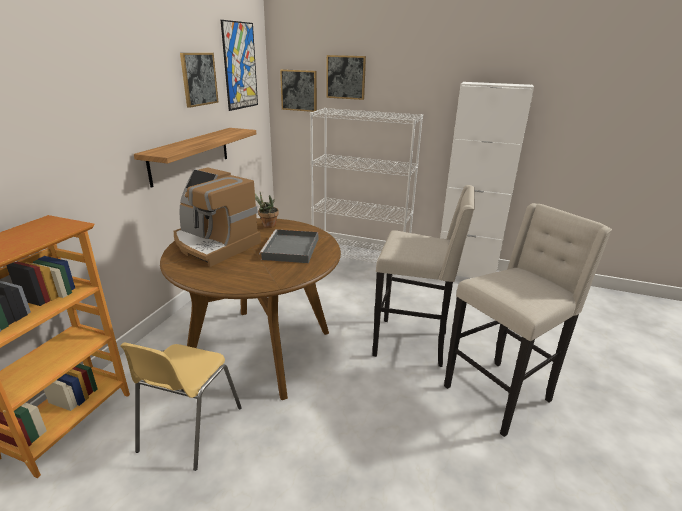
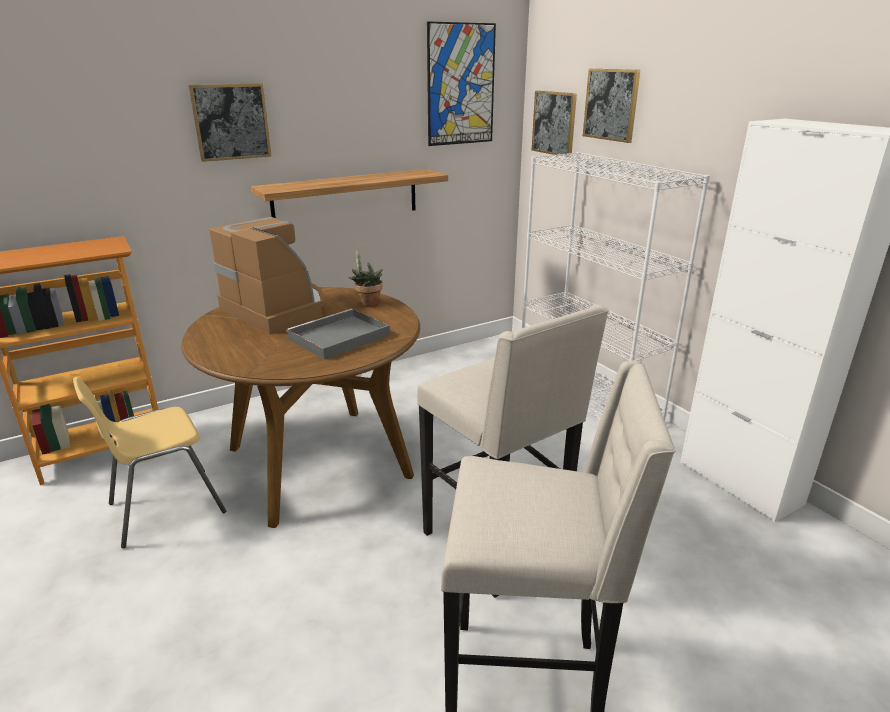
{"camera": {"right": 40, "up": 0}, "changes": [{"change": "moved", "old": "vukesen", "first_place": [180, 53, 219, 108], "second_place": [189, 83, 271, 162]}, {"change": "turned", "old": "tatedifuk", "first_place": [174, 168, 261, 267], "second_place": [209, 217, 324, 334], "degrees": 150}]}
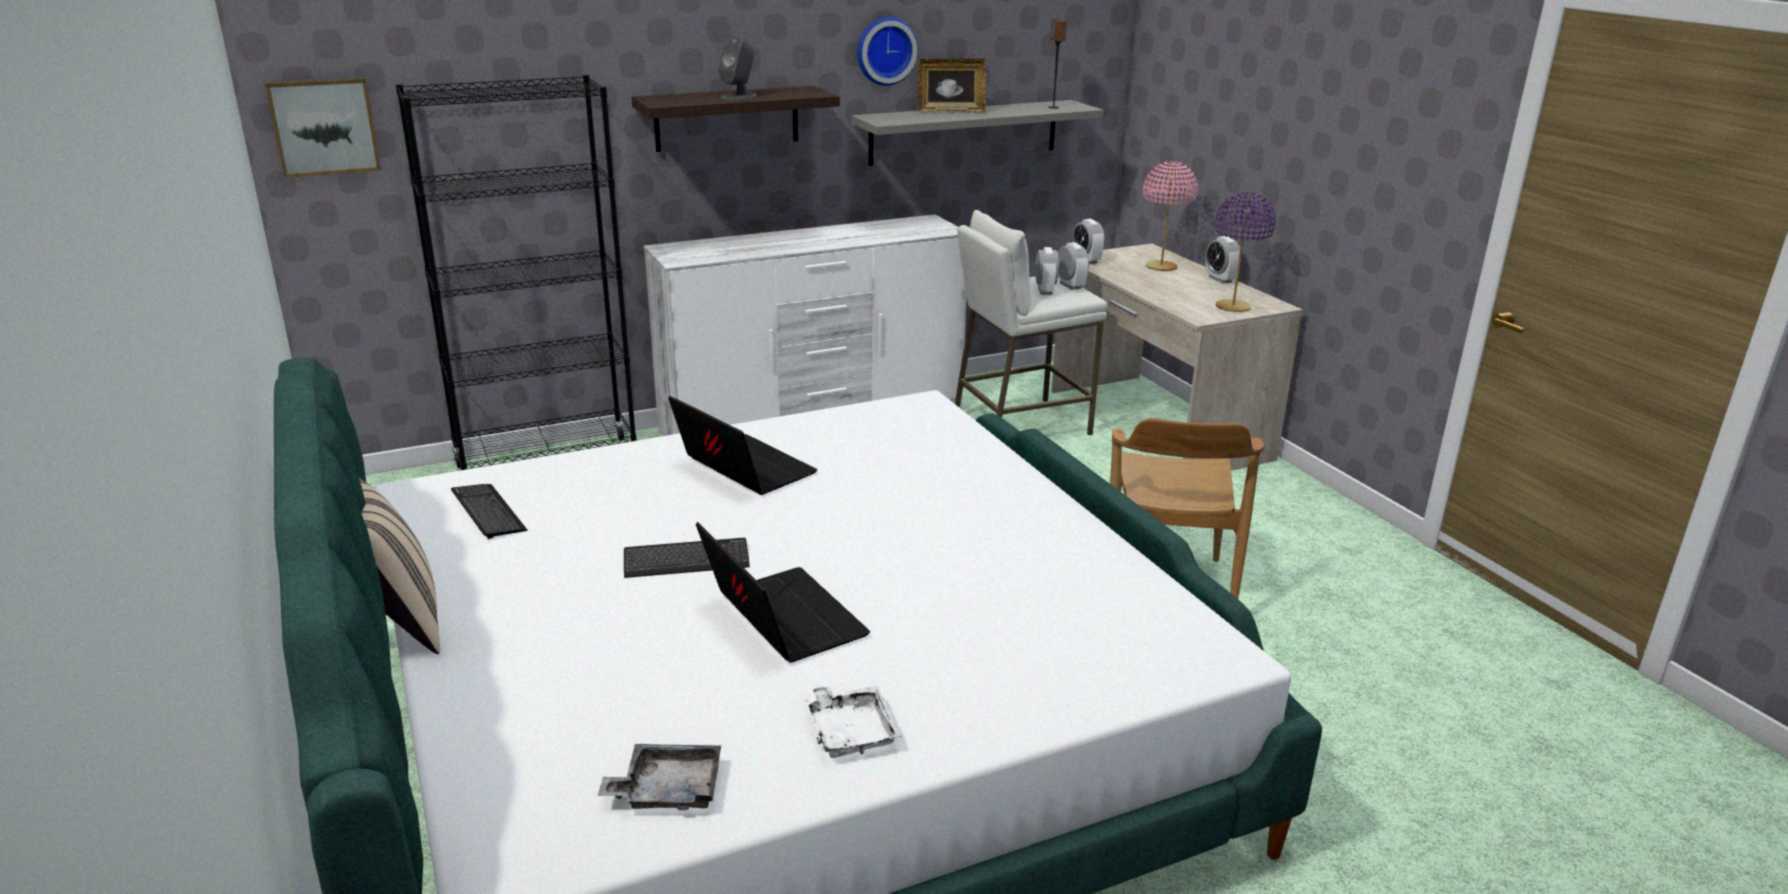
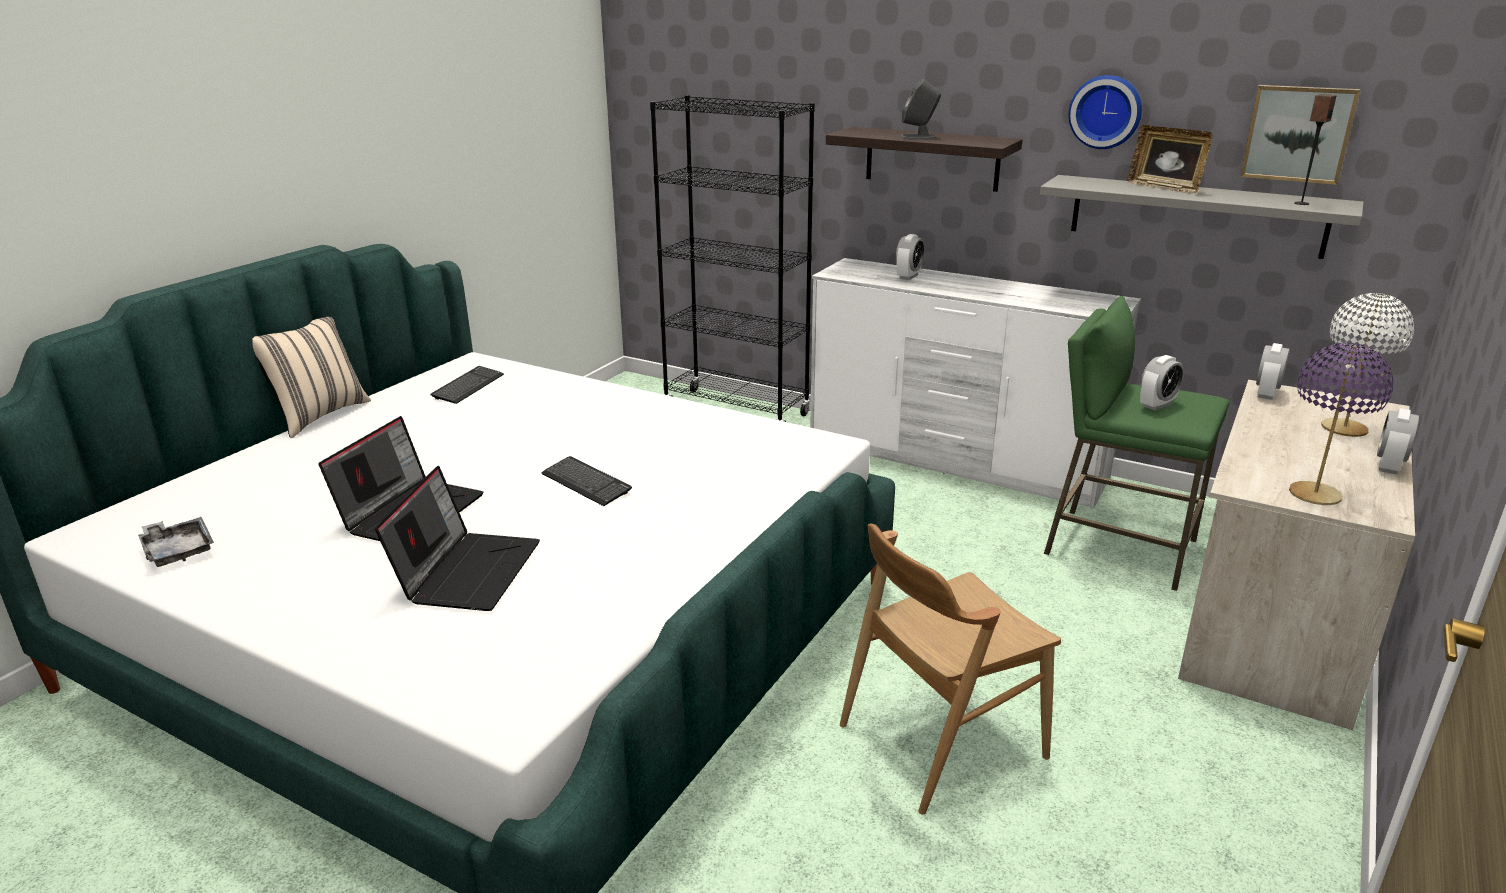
{"camera": {"right": 55, "up": 0}, "changes": [{"change": "moved", "old": "vukesen", "first_place": [265, 77, 381, 178], "second_place": [1240, 85, 1360, 185]}, {"change": "recoloured", "old": "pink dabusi", "new": "white dabusi", "first_place": [1143, 161, 1198, 271], "second_place": [1322, 293, 1414, 437]}, {"change": "recoloured", "old": "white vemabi", "new": "green vemabi", "first_place": [955, 210, 1107, 435], "second_place": [1044, 296, 1229, 591]}, {"change": "moved", "old": "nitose", "first_place": [1058, 242, 1089, 290], "second_place": [896, 234, 925, 280]}, {"change": "moved", "old": "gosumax", "first_place": [668, 396, 817, 495], "second_place": [375, 466, 540, 611]}, {"change": "moved", "old": "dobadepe", "first_place": [624, 538, 750, 578], "second_place": [542, 456, 632, 506]}, {"change": "removed", "old": "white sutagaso", "first_place": [804, 682, 901, 758]}]}
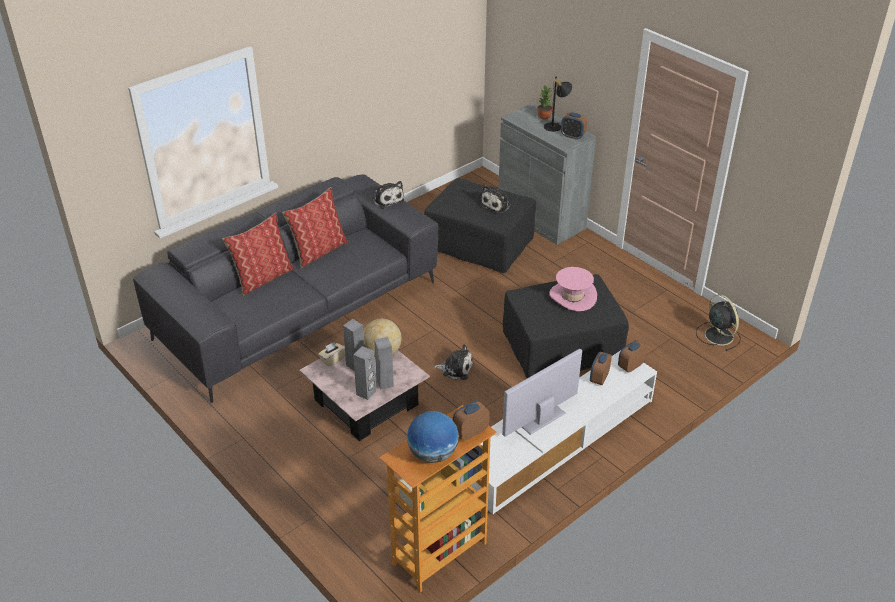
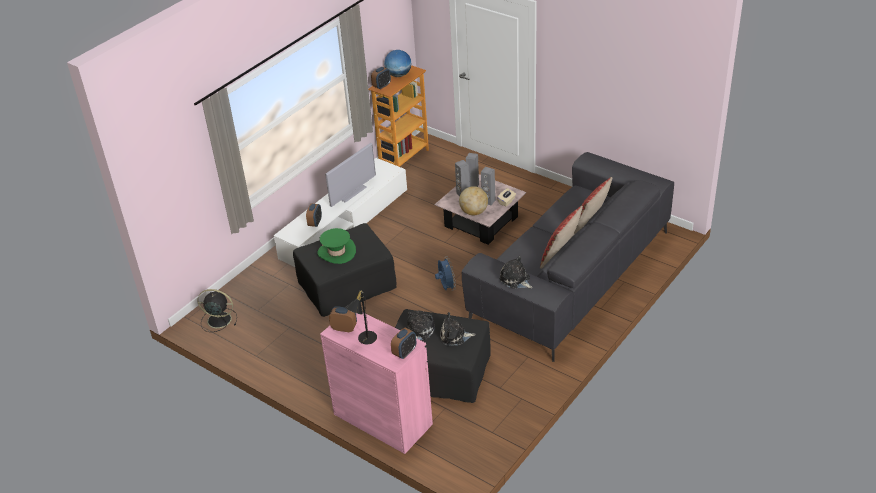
{"camera": {"right": 170, "up": 0}, "changes": [{"change": "removed", "old": "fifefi", "first_place": [537, 86, 553, 119]}, {"change": "recoloured", "old": "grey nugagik", "new": "pink nugagik", "first_place": [498, 103, 596, 245], "second_place": [320, 313, 433, 454]}, {"change": "recoloured", "old": "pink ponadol", "new": "green ponadol", "first_place": [549, 267, 597, 311], "second_place": [318, 228, 356, 264]}, {"change": "turned", "old": "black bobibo", "first_place": [696, 294, 741, 351], "second_place": [197, 289, 237, 332], "degrees": 135}, {"change": "moved", "old": "nitose", "first_place": [618, 340, 647, 373], "second_place": [391, 328, 416, 359]}, {"change": "moved", "old": "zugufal", "first_place": [433, 344, 473, 380], "second_place": [440, 312, 476, 346]}, {"change": "added", "new": "blue bobibo", "second_place": [435, 256, 456, 291]}]}
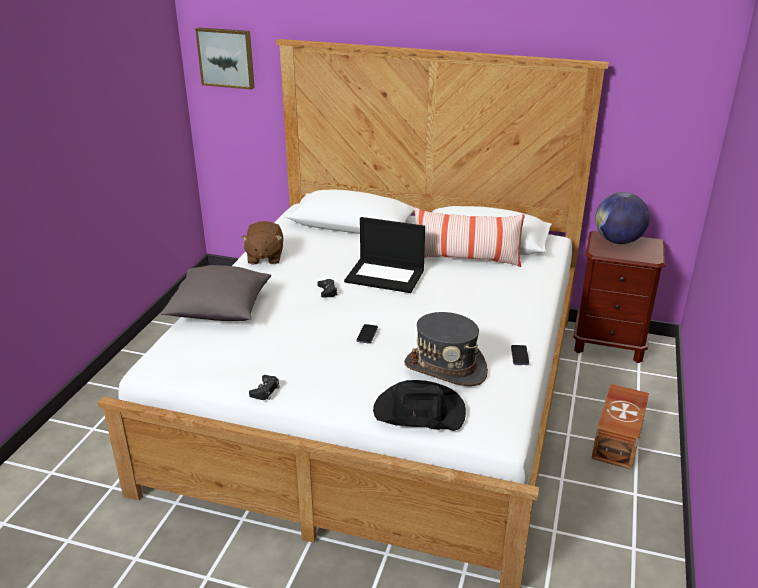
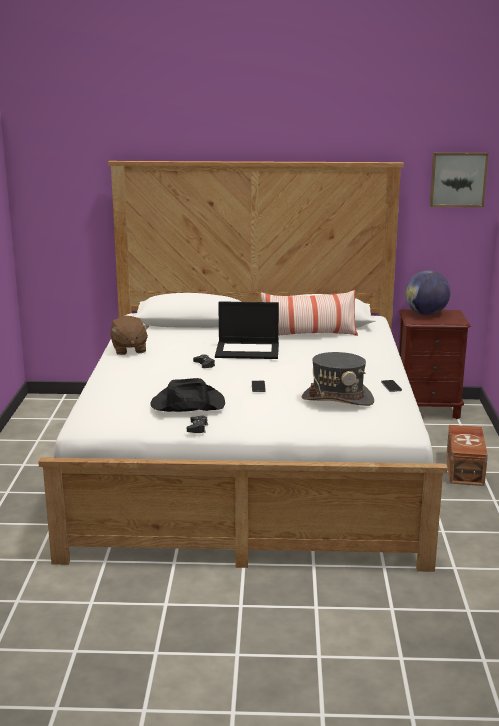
{"camera": {"right": -15, "up": -10}, "changes": [{"change": "moved", "old": "vukesen", "first_place": [195, 27, 255, 90], "second_place": [430, 152, 489, 207]}, {"change": "removed", "old": "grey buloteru", "first_place": [160, 265, 271, 321]}, {"change": "moved", "old": "black ponadol", "first_place": [373, 380, 466, 431], "second_place": [150, 378, 225, 412]}]}
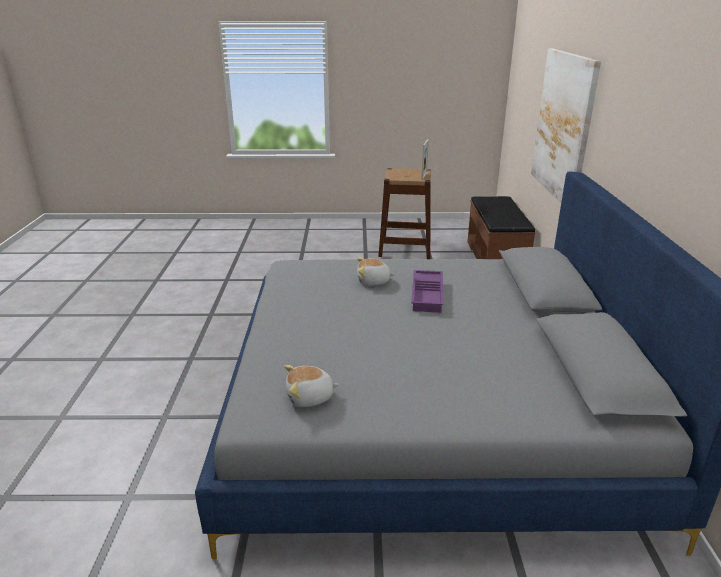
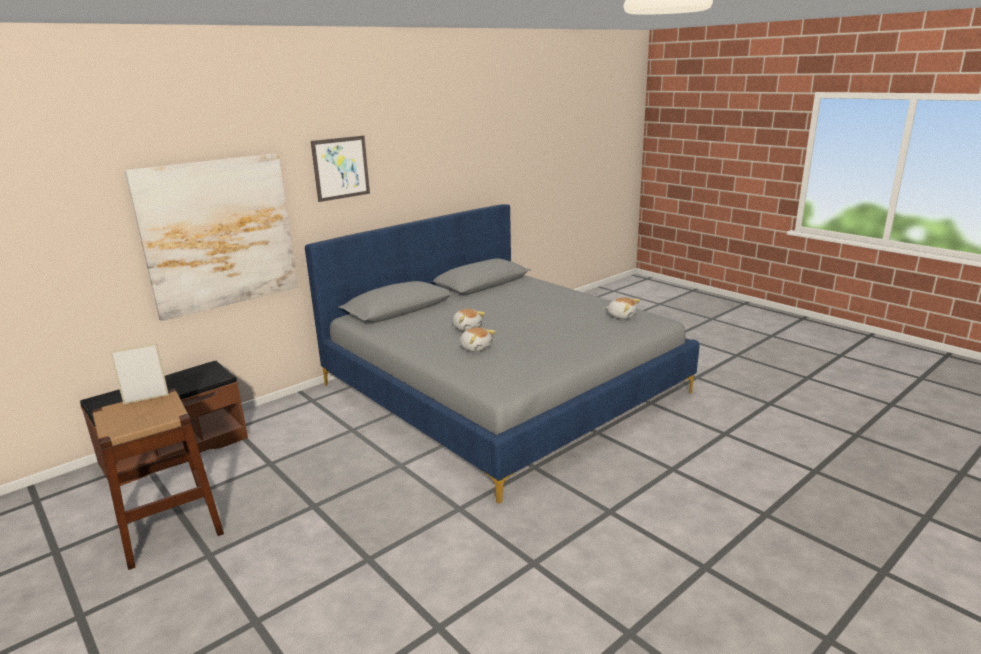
{"camera": {"right": -130, "up": -5}, "changes": [{"change": "replaced", "old": "purple sutagaso", "new": "zugufal", "first_place": [411, 270, 444, 313], "second_place": [452, 309, 485, 331]}, {"change": "added", "new": "vukesen", "second_place": [311, 135, 370, 202]}]}
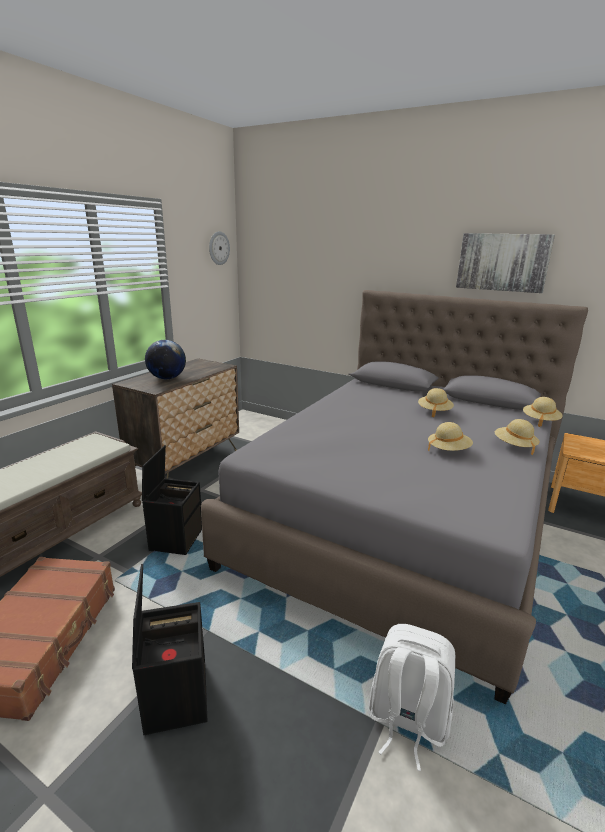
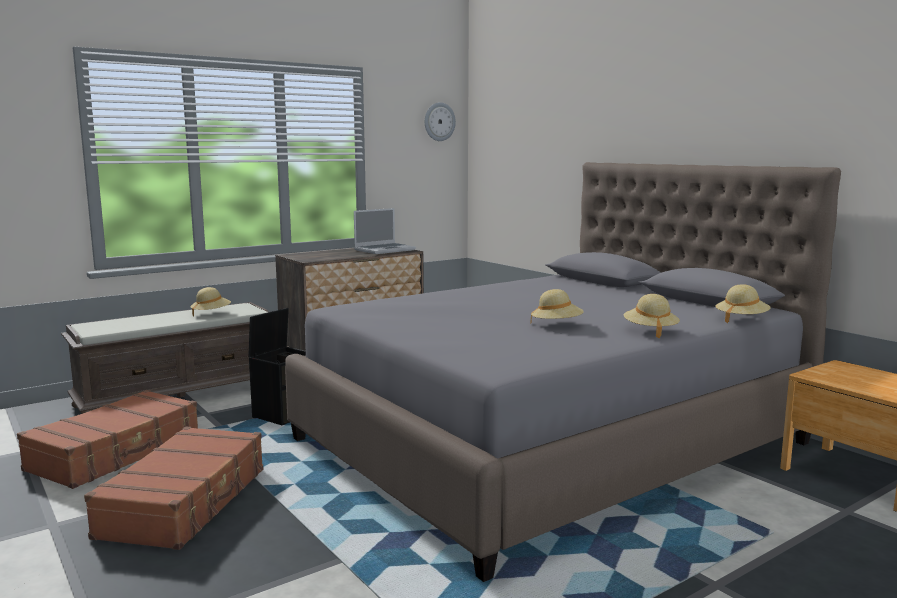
{"camera": {"right": 25, "up": -10}, "changes": [{"change": "removed", "old": "vukesen", "first_place": [456, 233, 555, 293]}, {"change": "removed", "old": "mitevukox", "first_place": [145, 340, 186, 379]}, {"change": "moved", "old": "beige ponadol", "first_place": [418, 388, 454, 418], "second_place": [190, 287, 231, 317]}, {"change": "replaced", "old": "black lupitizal", "new": "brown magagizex", "first_place": [132, 564, 208, 735], "second_place": [84, 427, 264, 550]}, {"change": "removed", "old": "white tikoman", "first_place": [369, 624, 455, 771]}, {"change": "added", "new": "gosumax", "second_place": [354, 208, 416, 254]}]}
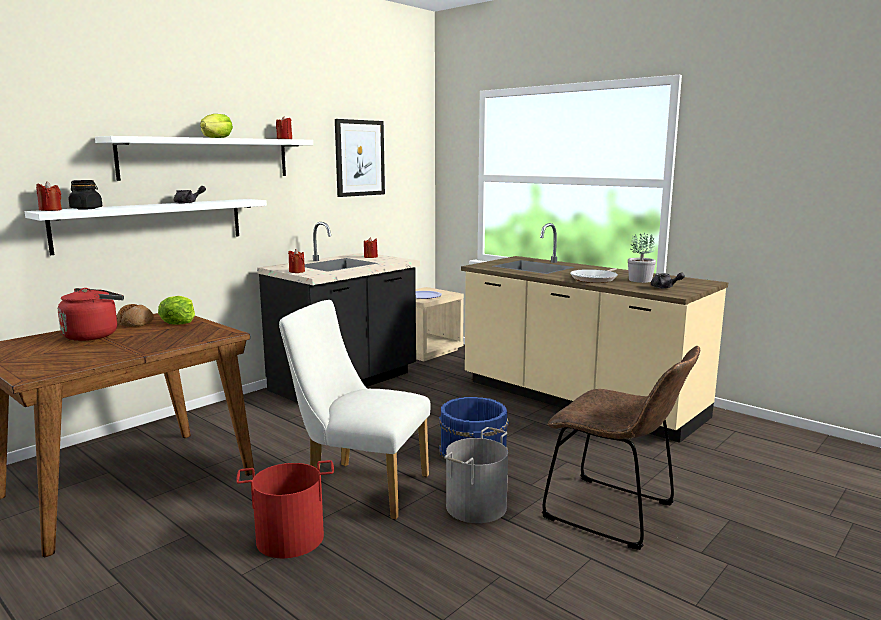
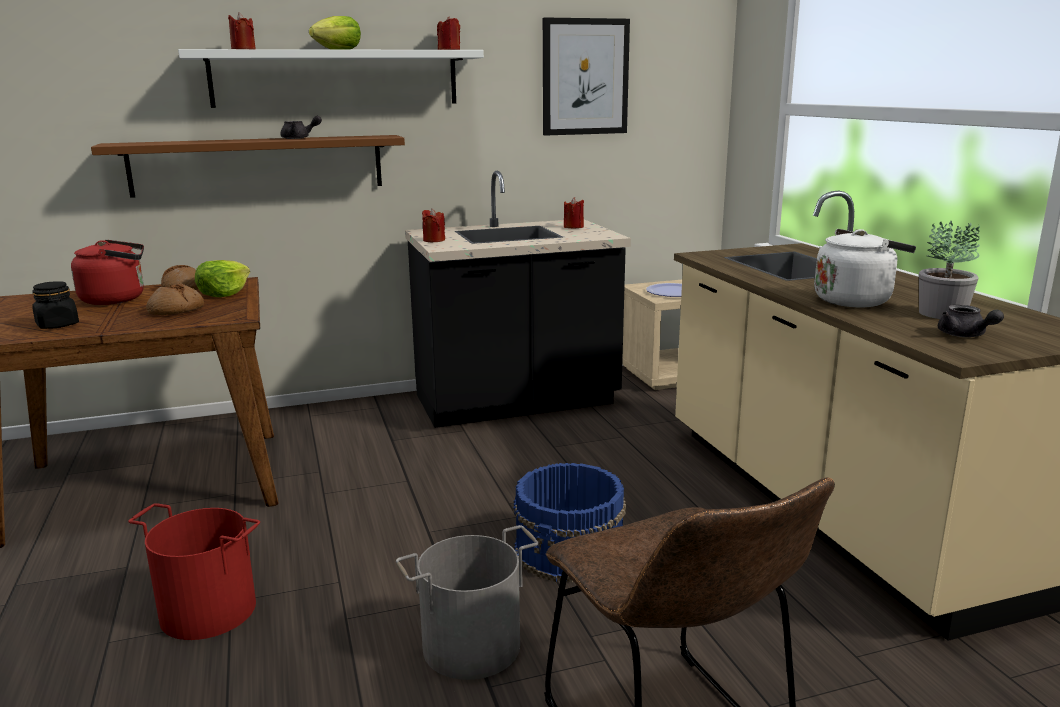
{"camera": {"right": 30, "up": 5}, "changes": [{"change": "moved", "old": "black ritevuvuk", "first_place": [69, 180, 102, 210], "second_place": [32, 281, 79, 329]}, {"change": "moved", "old": "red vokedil", "first_place": [36, 181, 62, 211], "second_place": [228, 12, 256, 49]}, {"change": "recoloured", "old": "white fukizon", "new": "brown fukizon", "first_place": [25, 199, 267, 255], "second_place": [91, 135, 405, 198]}, {"change": "replaced", "old": "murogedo", "new": "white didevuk", "first_place": [570, 268, 618, 283], "second_place": [814, 229, 916, 307]}, {"change": "removed", "old": "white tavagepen", "first_place": [279, 300, 431, 520]}, {"change": "added", "new": "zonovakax", "second_place": [146, 283, 204, 315]}]}
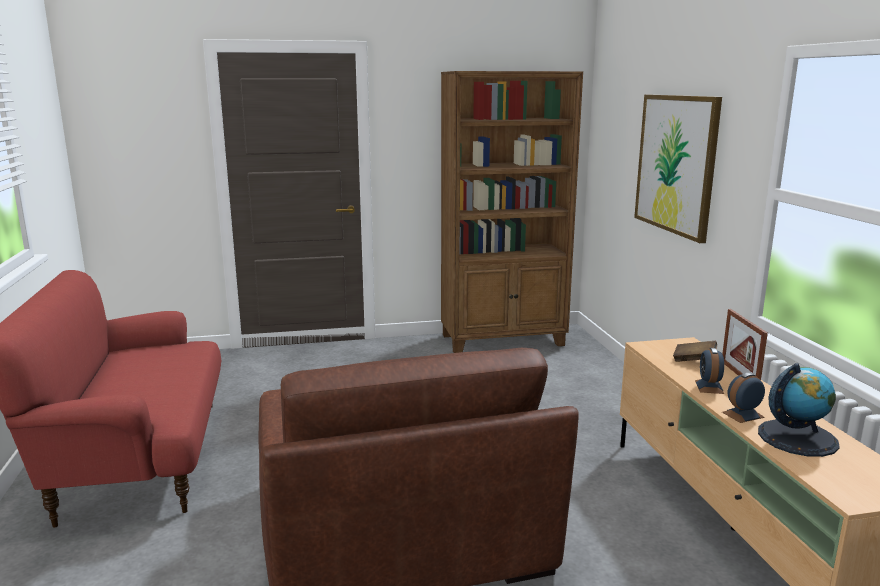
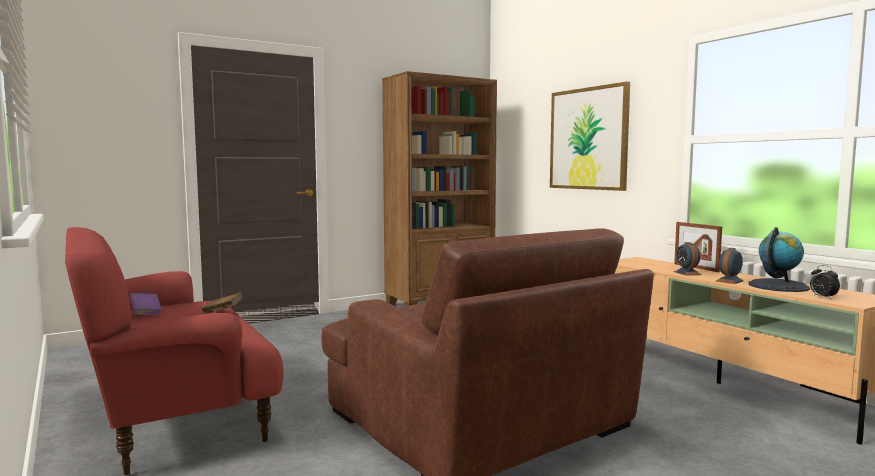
{"camera": {"right": -20, "up": -10}, "changes": [{"change": "moved", "old": "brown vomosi", "first_place": [673, 341, 717, 362], "second_place": [202, 292, 244, 314]}, {"change": "added", "new": "nitose", "second_place": [810, 265, 840, 298]}, {"change": "added", "new": "purple vomosi", "second_place": [129, 293, 162, 315]}]}
